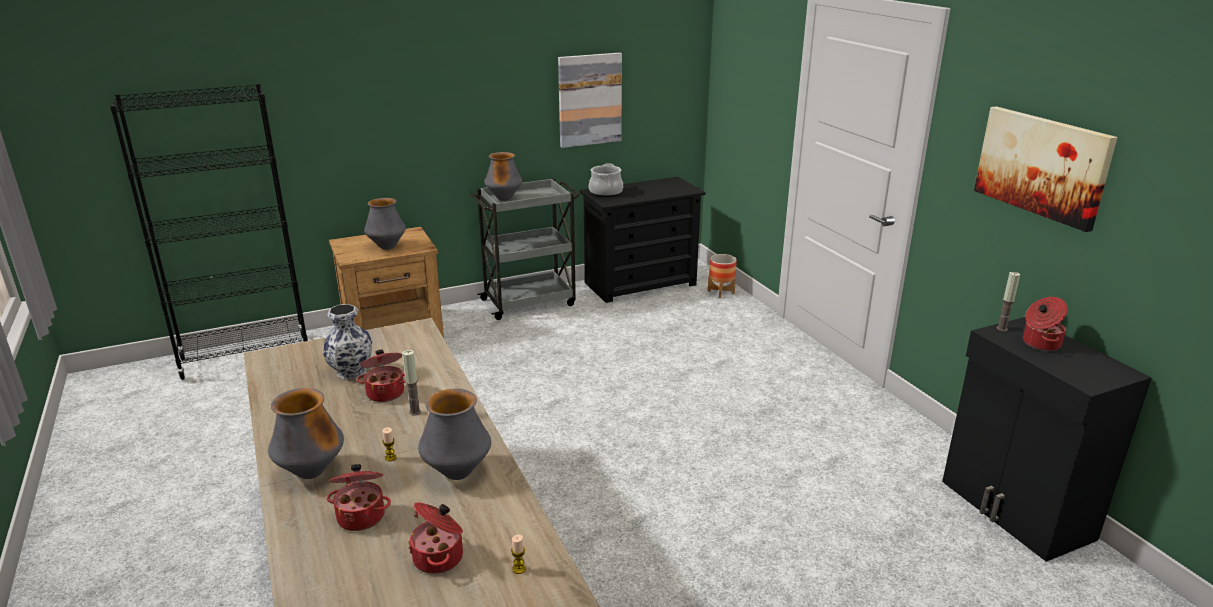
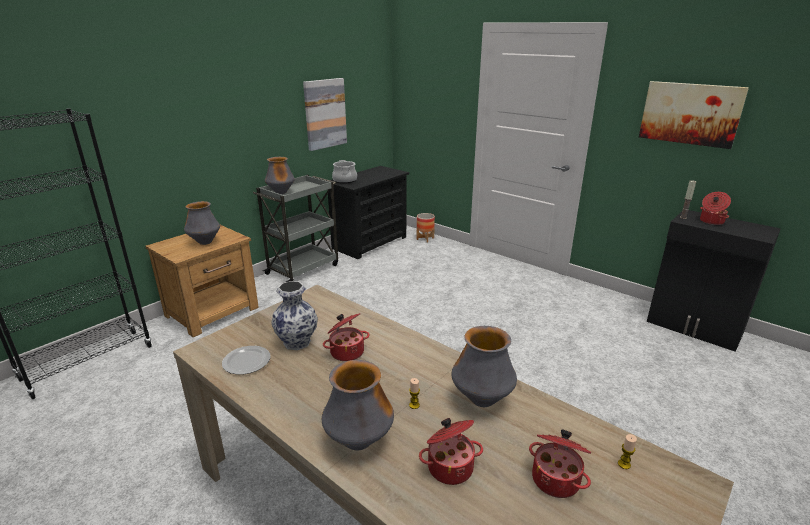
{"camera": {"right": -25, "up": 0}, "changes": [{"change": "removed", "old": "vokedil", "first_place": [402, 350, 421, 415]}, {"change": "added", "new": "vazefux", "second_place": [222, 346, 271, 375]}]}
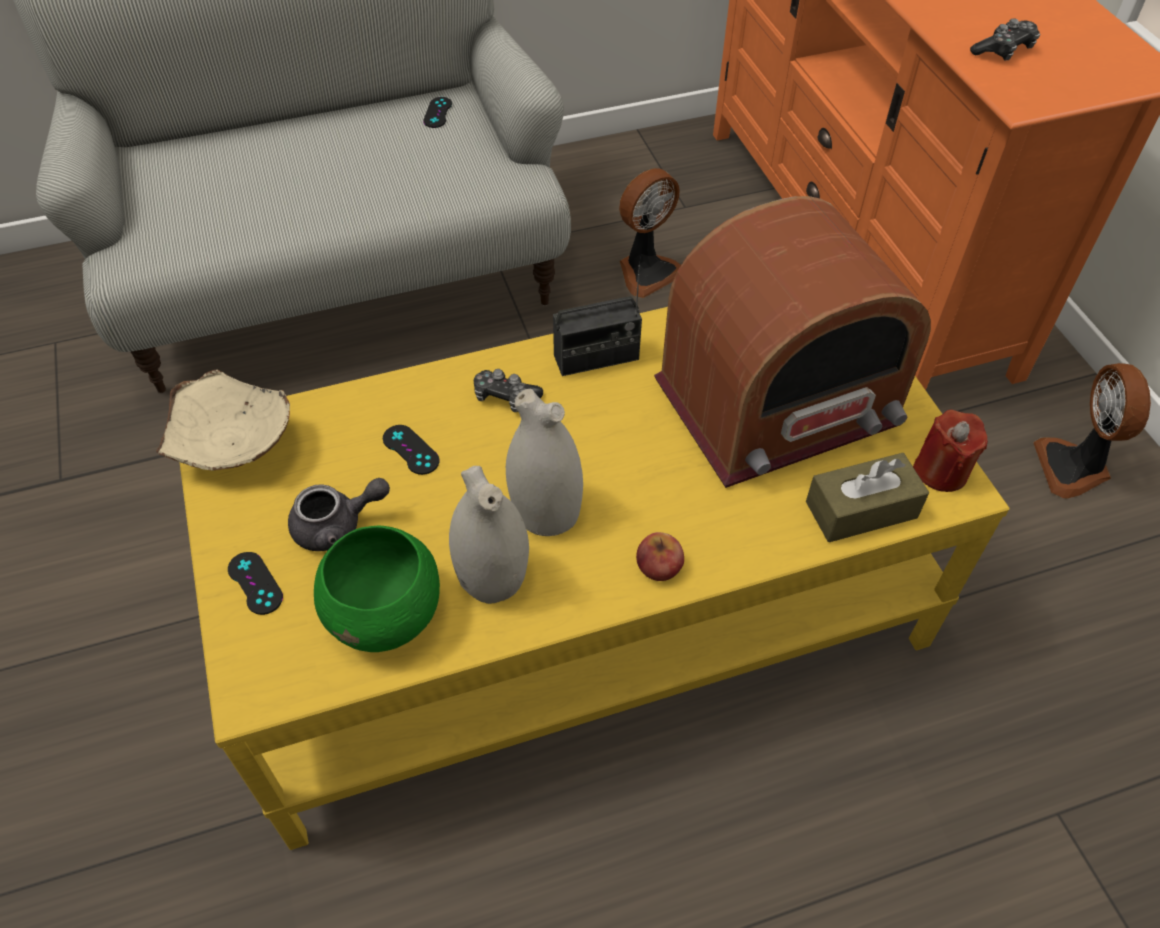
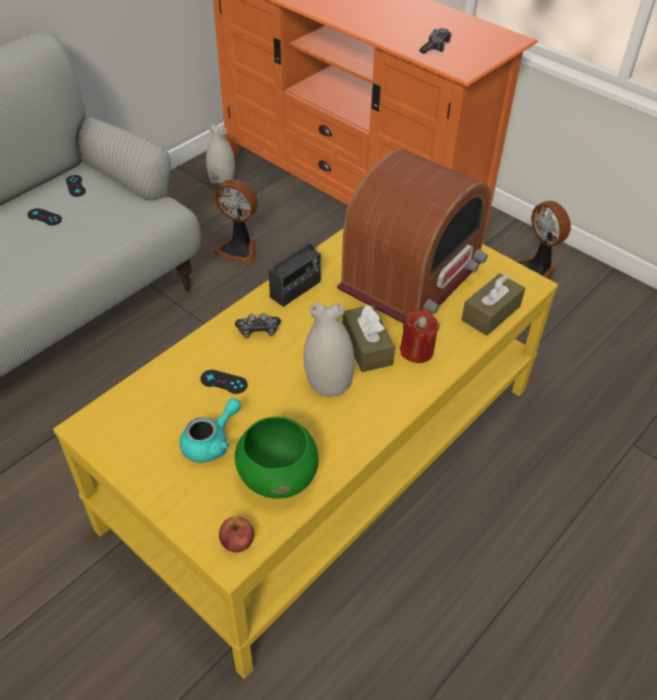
{"camera": {"right": -30, "up": -5}, "changes": [{"change": "turned", "old": "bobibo", "first_place": [619, 168, 681, 298], "second_place": [213, 179, 258, 265], "degrees": 90}, {"change": "removed", "old": "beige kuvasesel", "first_place": [156, 370, 290, 471]}, {"change": "moved", "old": "red vokedil", "first_place": [913, 410, 988, 492], "second_place": [400, 310, 439, 363]}, {"change": "moved", "old": "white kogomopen", "first_place": [449, 466, 529, 604], "second_place": [206, 124, 235, 184]}, {"change": "recoloured", "old": "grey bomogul", "new": "turquoise bomogul", "first_place": [288, 478, 390, 551], "second_place": [180, 398, 241, 463]}, {"change": "moved", "old": "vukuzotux", "first_place": [636, 532, 684, 581], "second_place": [219, 516, 254, 552]}, {"change": "moved", "old": "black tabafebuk", "first_place": [228, 552, 283, 615], "second_place": [27, 208, 62, 226]}, {"change": "added", "new": "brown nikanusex", "second_place": [342, 304, 395, 372]}]}
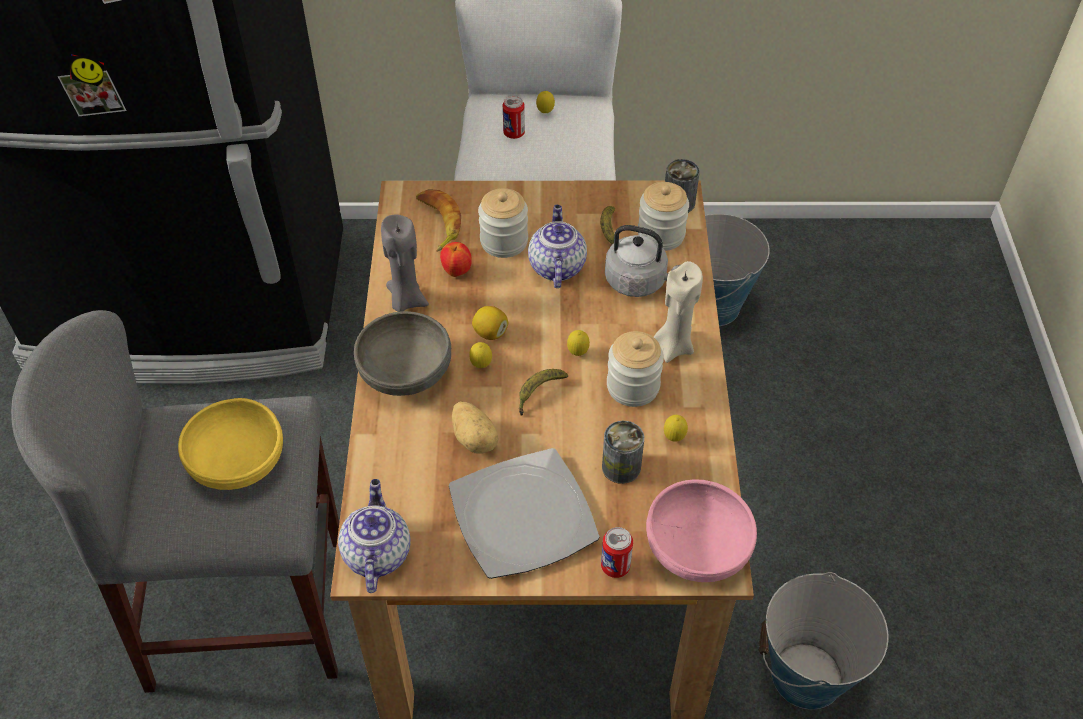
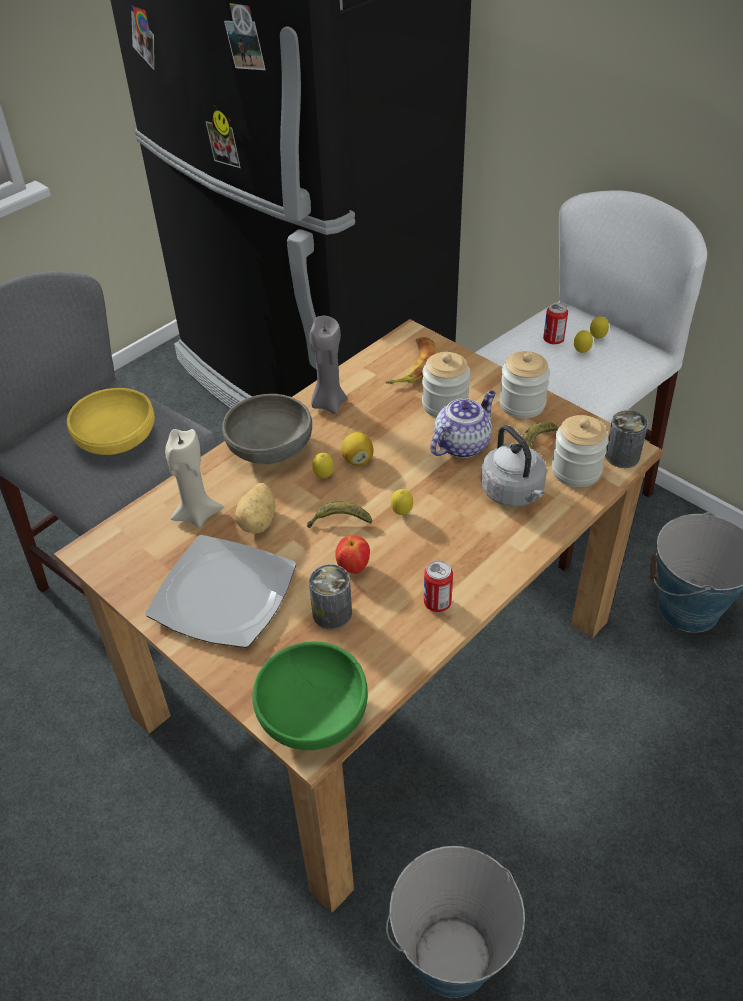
{"camera": {"right": 45, "up": -5}, "changes": [{"change": "moved", "old": "vukuzotux", "first_place": [440, 242, 472, 277], "second_place": [335, 535, 370, 574]}, {"change": "moved", "old": "beige vokedil", "first_place": [654, 261, 703, 363], "second_place": [165, 429, 223, 528]}, {"change": "moved", "old": "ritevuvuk", "first_place": [607, 331, 664, 407], "second_place": [499, 351, 550, 419]}, {"change": "moved", "old": "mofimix", "first_place": [664, 415, 688, 442], "second_place": [574, 330, 593, 353]}, {"change": "removed", "old": "bomogul", "first_place": [338, 479, 411, 593]}, {"change": "recoloured", "old": "pink kuvasesel", "new": "green kuvasesel", "first_place": [646, 479, 757, 582], "second_place": [252, 641, 368, 750]}, {"change": "moved", "old": "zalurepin", "first_place": [601, 527, 633, 578], "second_place": [424, 560, 453, 612]}]}
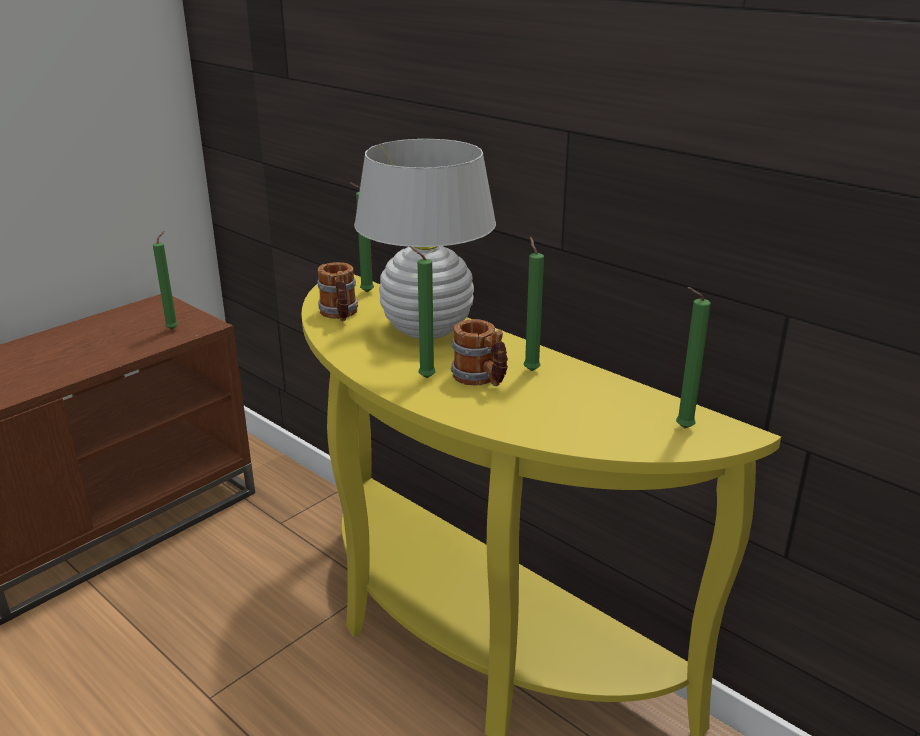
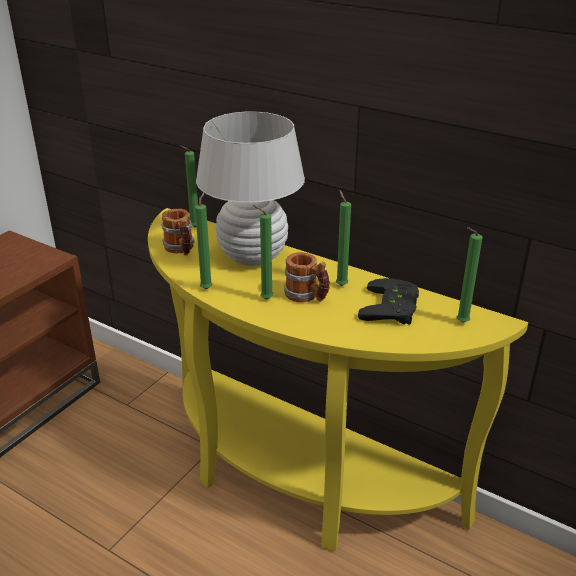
{"camera": {"right": -10, "up": 5}, "changes": [{"change": "moved", "old": "green vokedil", "first_place": [153, 231, 178, 330], "second_place": [195, 192, 213, 289]}, {"change": "added", "new": "black tabafebuk", "second_place": [358, 278, 419, 325]}]}
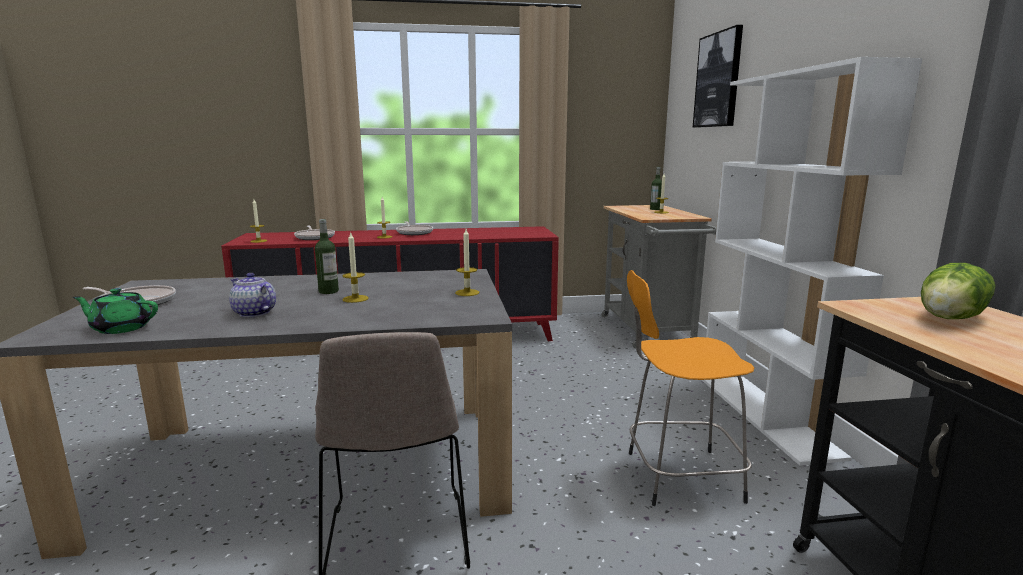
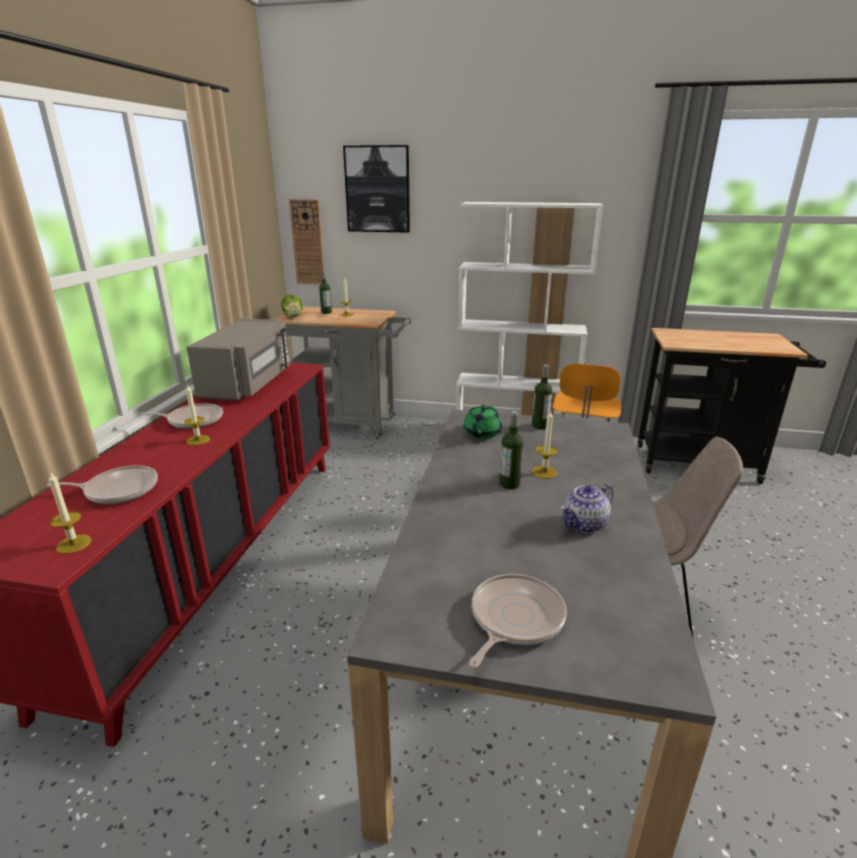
{"camera": {"right": -70, "up": 10}, "changes": [{"change": "replaced", "old": "vokedil", "new": "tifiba", "first_place": [455, 229, 479, 296], "second_place": [532, 364, 552, 430]}, {"change": "moved", "old": "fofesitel", "first_place": [921, 263, 996, 319], "second_place": [281, 295, 303, 317]}, {"change": "moved", "old": "green bomogul", "first_place": [73, 288, 158, 334], "second_place": [463, 405, 502, 439]}, {"change": "added", "new": "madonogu", "second_place": [289, 199, 324, 284]}, {"change": "added", "new": "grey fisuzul", "second_place": [186, 318, 290, 400]}]}
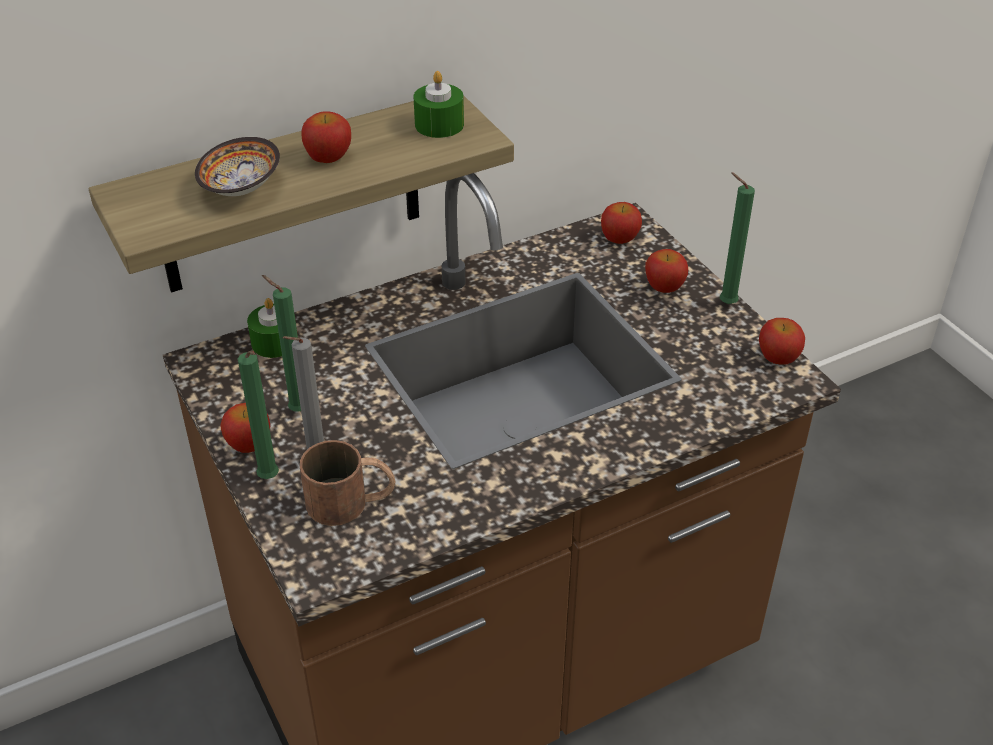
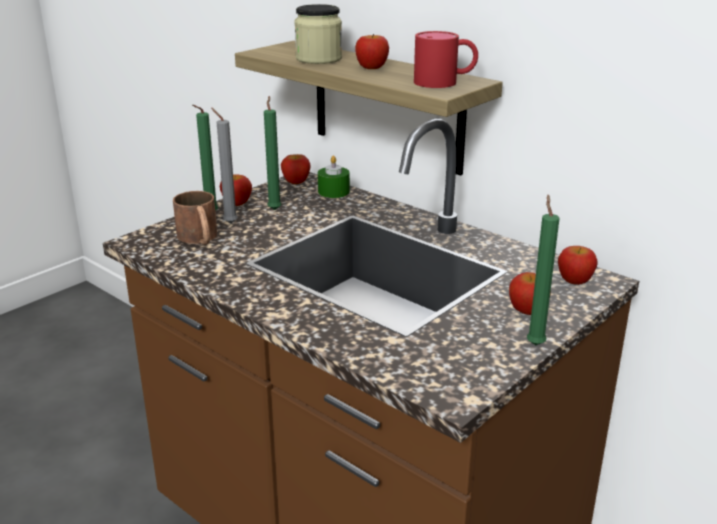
{"camera": {"right": 70, "up": -15}, "changes": [{"change": "replaced", "old": "green vokedil", "new": "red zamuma", "first_place": [414, 71, 464, 138], "second_place": [414, 31, 478, 88]}, {"change": "replaced", "old": "kuvasesel", "new": "ritevuvuk", "first_place": [195, 137, 280, 196], "second_place": [294, 4, 342, 64]}, {"change": "moved", "old": "vukuzotux", "first_place": [759, 318, 805, 365], "second_place": [281, 154, 311, 184]}]}
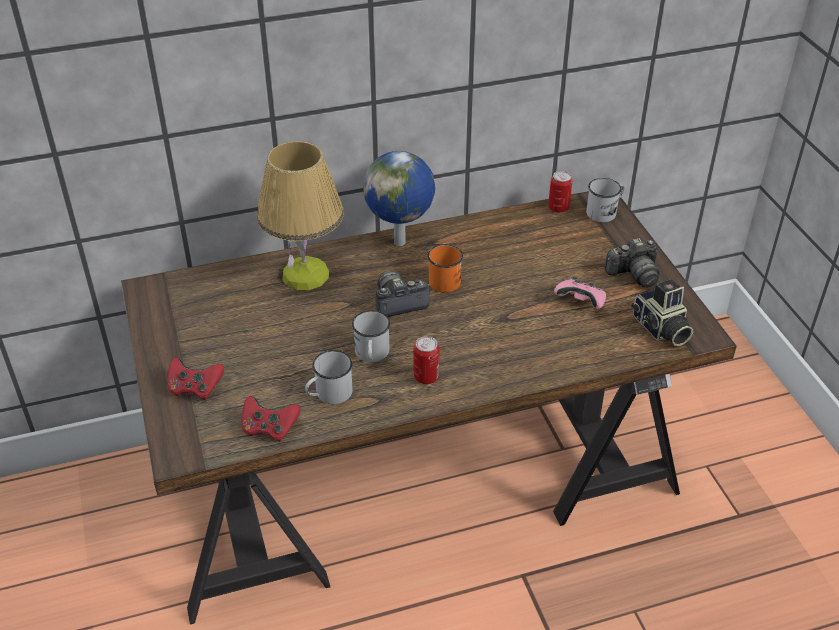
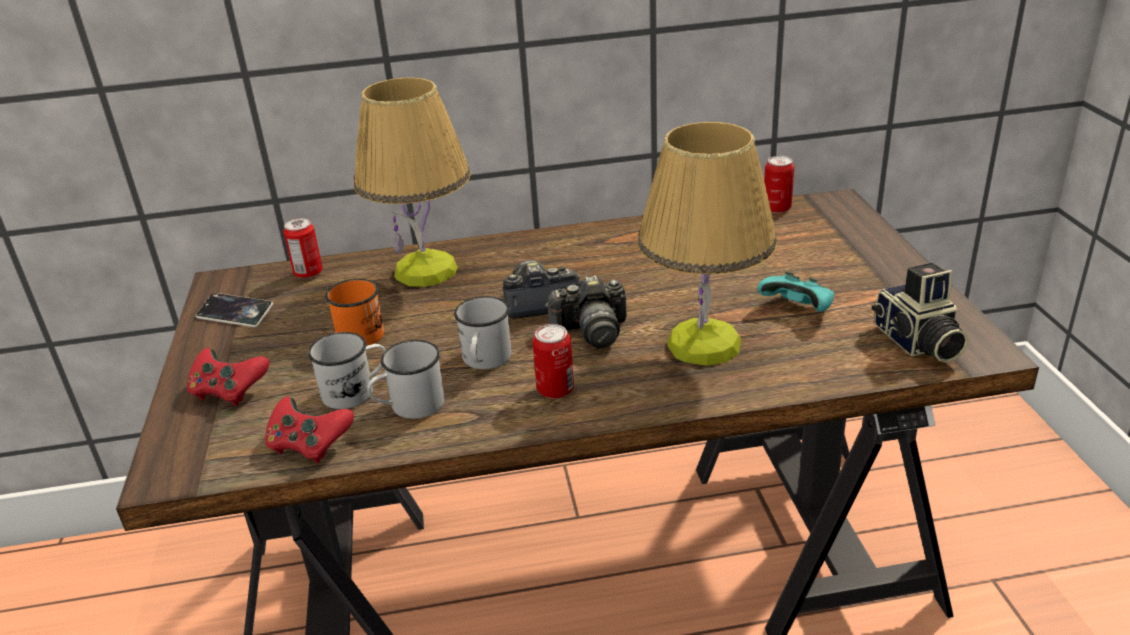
{"camera": {"right": 10, "up": -10}, "changes": [{"change": "removed", "old": "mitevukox", "first_place": [363, 151, 435, 246]}, {"change": "moved", "old": "white zamuma", "first_place": [586, 178, 624, 222], "second_place": [308, 332, 386, 409]}, {"change": "moved", "old": "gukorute", "first_place": [605, 238, 659, 288], "second_place": [545, 275, 627, 348]}, {"change": "moved", "old": "orange zamuma", "first_place": [427, 244, 463, 293], "second_place": [325, 279, 384, 346]}, {"change": "recoloured", "old": "pink tabafebuk", "new": "turquoise tabafebuk", "first_place": [554, 276, 606, 309], "second_place": [757, 272, 834, 312]}, {"change": "added", "new": "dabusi", "second_place": [638, 122, 777, 366]}, {"change": "added", "new": "zalurepin", "second_place": [283, 218, 323, 279]}, {"change": "added", "new": "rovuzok", "second_place": [196, 293, 273, 327]}]}
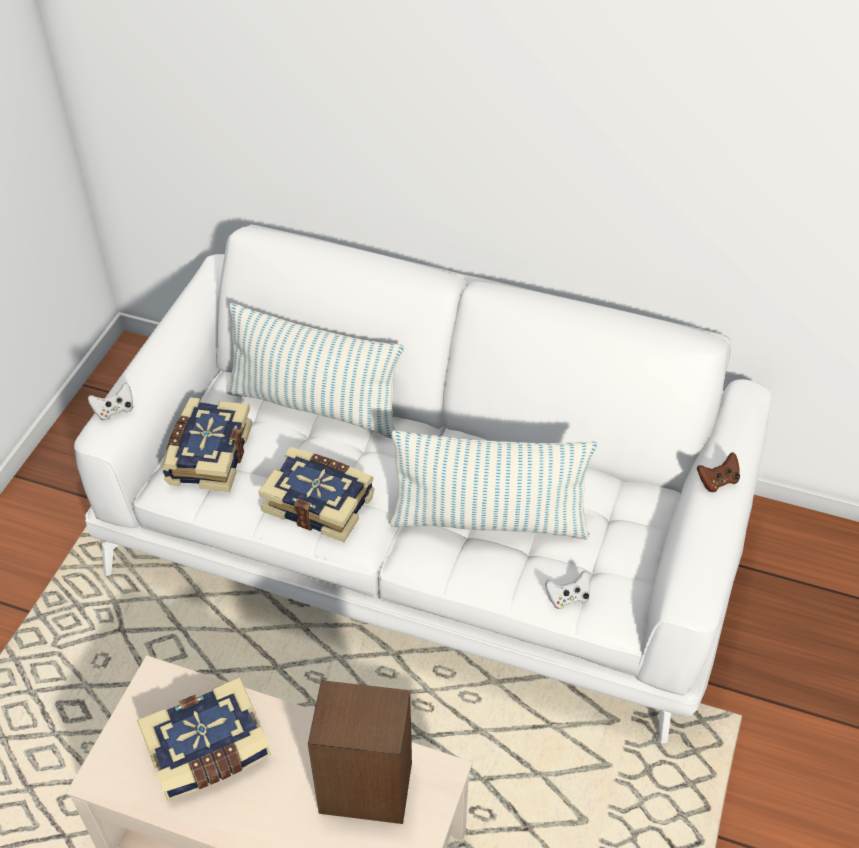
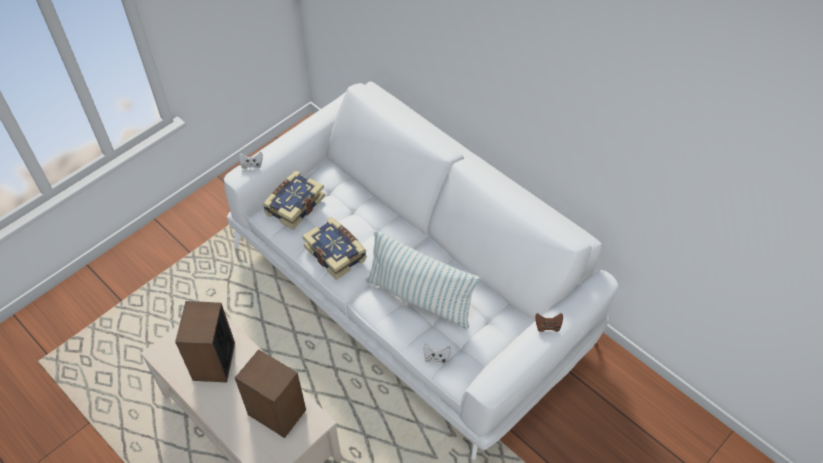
{"camera": {"right": 25, "up": 5}, "changes": [{"change": "removed", "old": "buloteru", "first_place": [226, 303, 404, 439]}, {"change": "replaced", "old": "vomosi", "new": "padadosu", "first_place": [137, 677, 271, 801], "second_place": [175, 301, 235, 383]}]}
